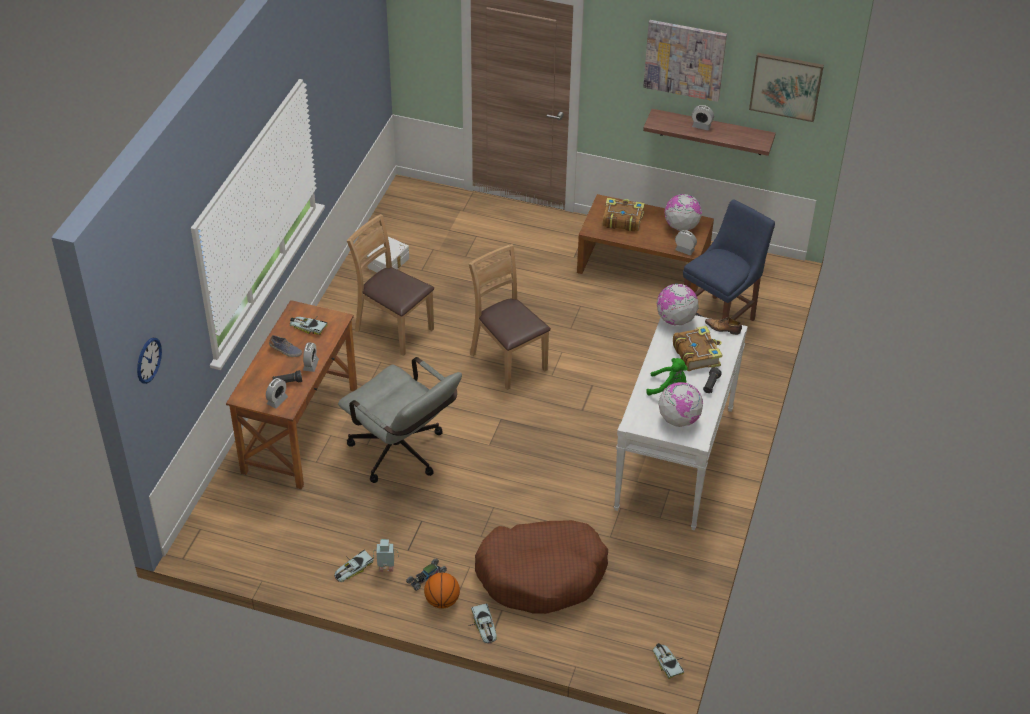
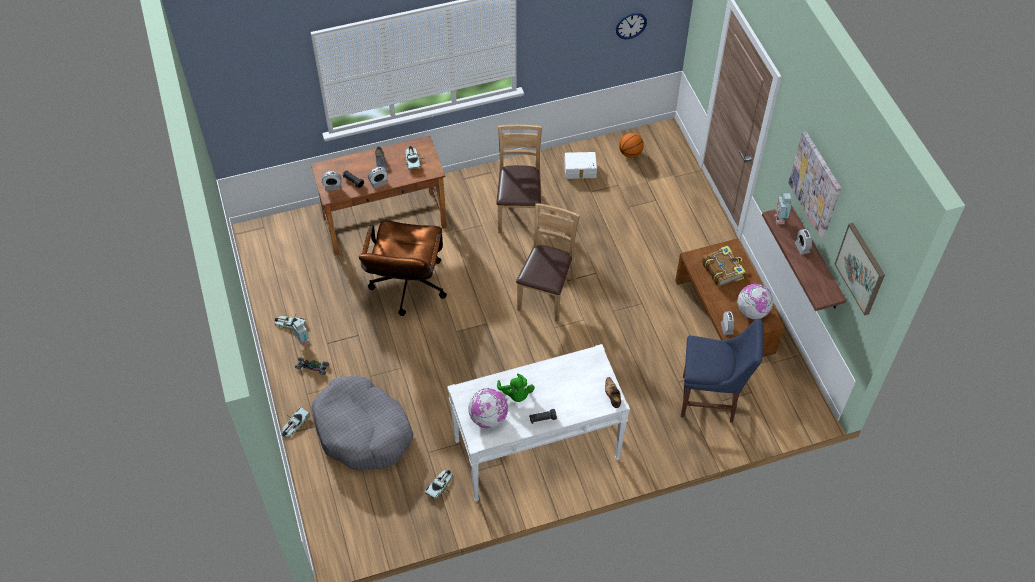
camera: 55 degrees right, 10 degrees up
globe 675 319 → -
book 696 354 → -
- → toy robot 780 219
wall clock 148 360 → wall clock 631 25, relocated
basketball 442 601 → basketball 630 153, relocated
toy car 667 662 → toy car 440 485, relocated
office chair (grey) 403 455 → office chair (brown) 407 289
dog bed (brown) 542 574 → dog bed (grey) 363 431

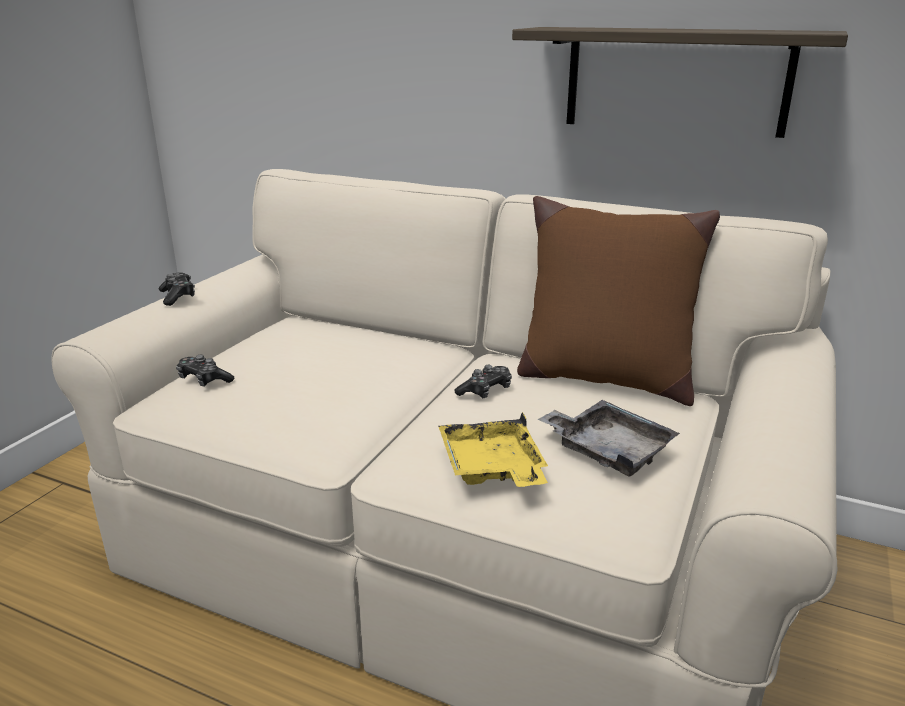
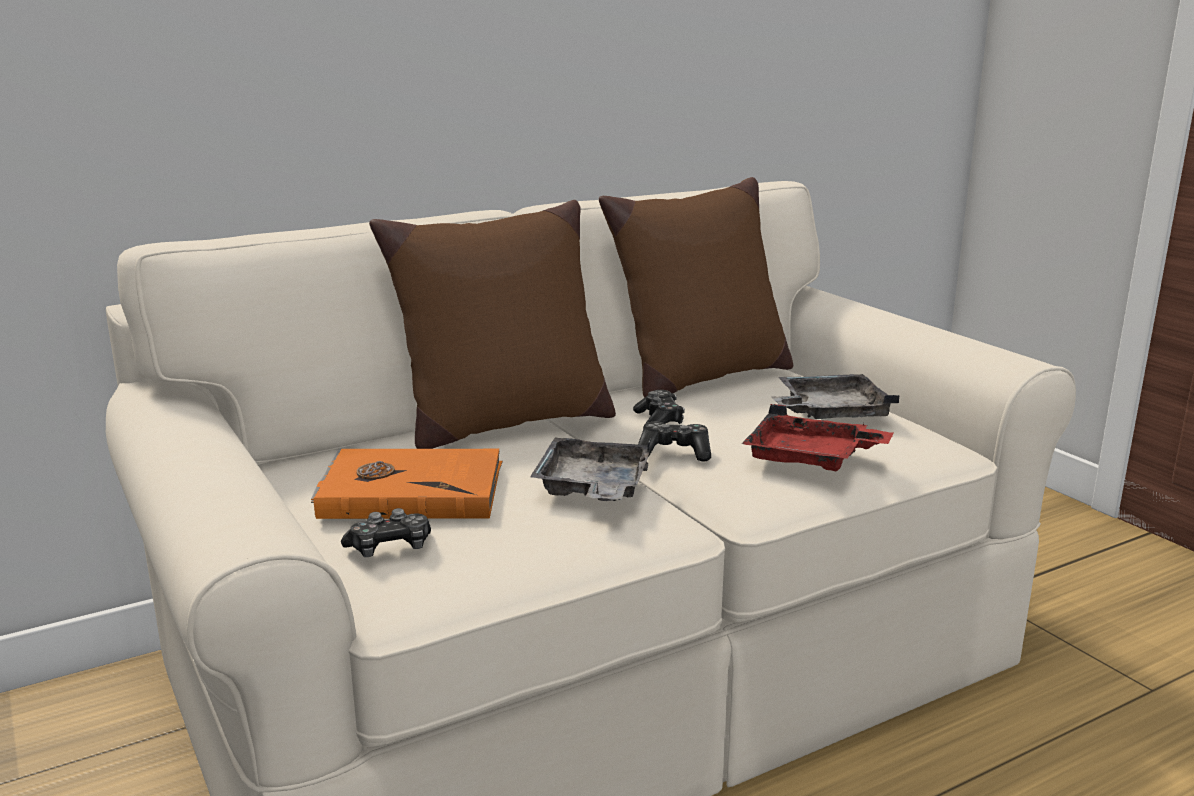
camera: 55 degrees left, 5 degrees down
shelf 675 80 → -
- → book (orange) 411 490
- → pillow (brown) 503 424
- → tray (grey) 593 488
game controller 178 296 → game controller 674 452, relocated
tray (yellow) 492 468 → tray (red) 810 459

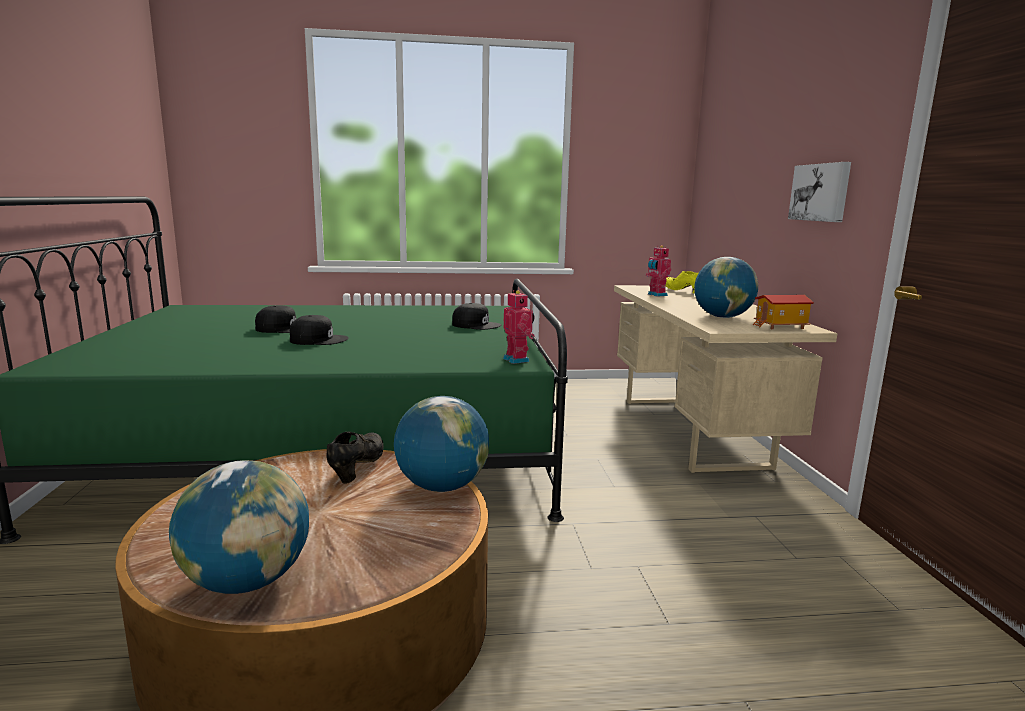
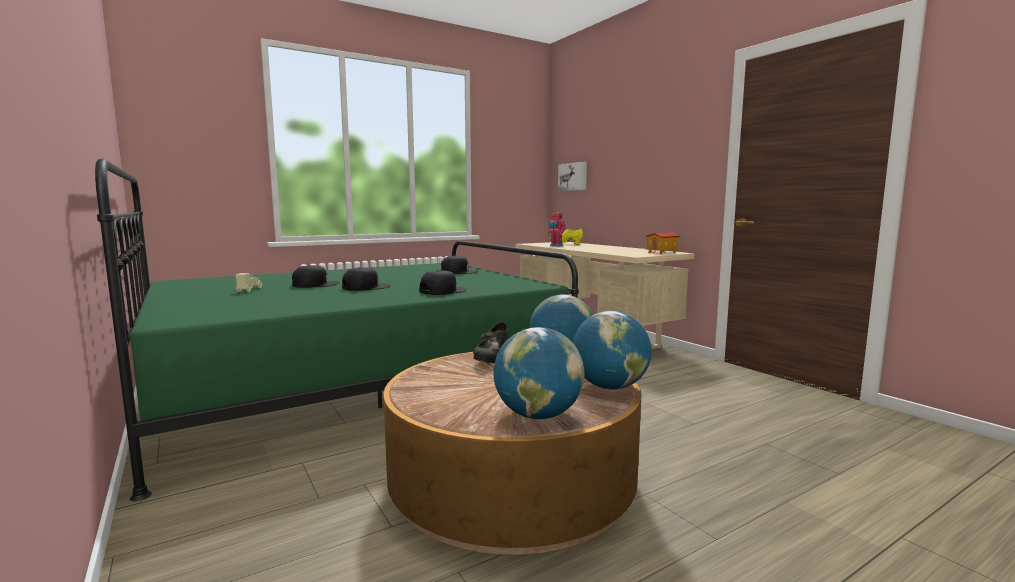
camera: 25 degrees left, 5 degrees down
toy robot 517 360 → -
- → toy car (beige) 249 290
- → cap (black) 442 291
globe 722 317 → globe 609 387, relocated
picture 821 192 → picture 573 177, relocated
shoe (black) 357 468 → shoe (black) 491 360, 150 degrees counterclockwise

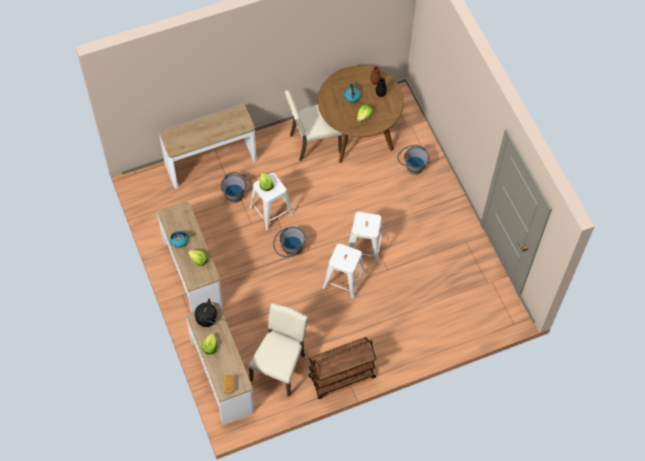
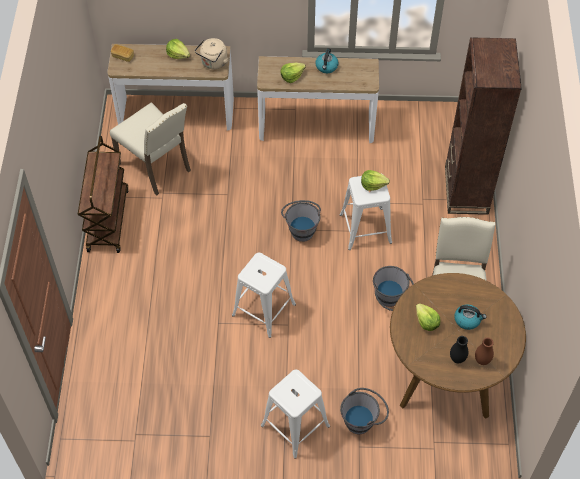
camera: 115 degrees right, 5 degrees down
bucket (grey) 237 193 → bucket (grey) 391 301, relocated
stool (white) 343 280 → stool (white) 295 425, relocated
console table 211 163 → bookcase (brown) 466 190
kettle (black) 208 318 → kettle (beige) 213 63

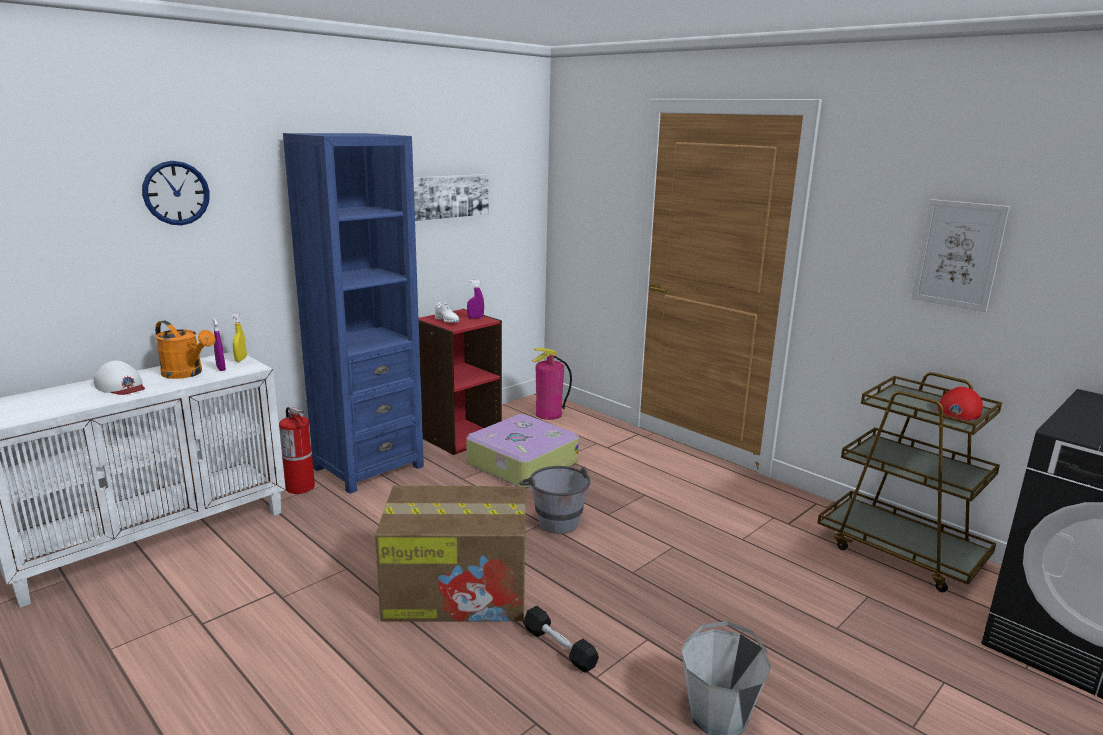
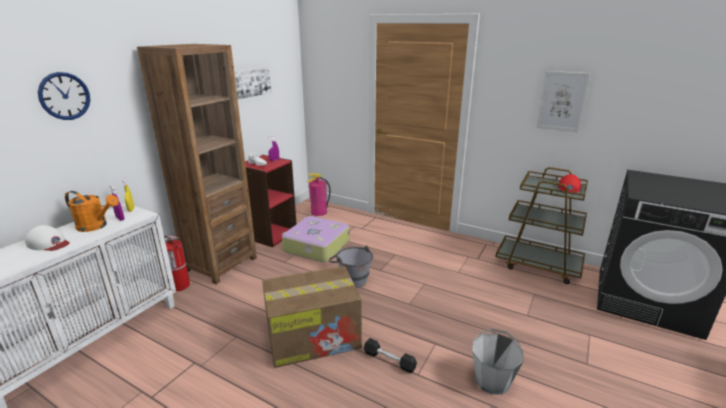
camera: 15 degrees left, 5 degrees up
bookcase (blue) 368 467 → bookcase (brown) 220 264

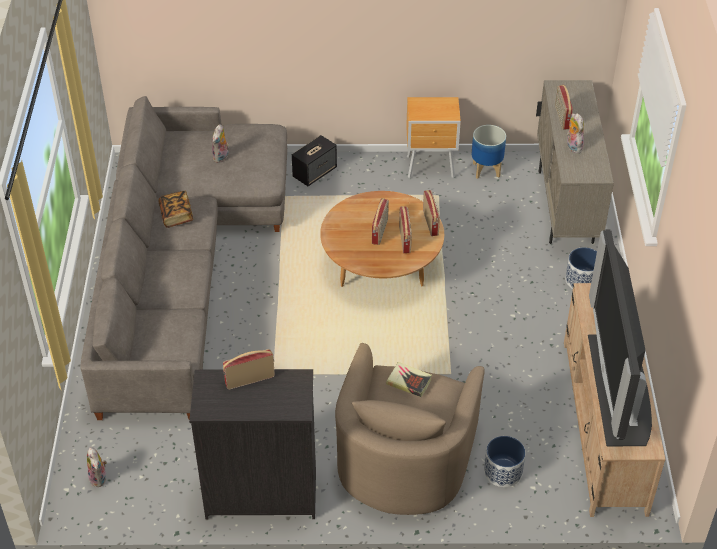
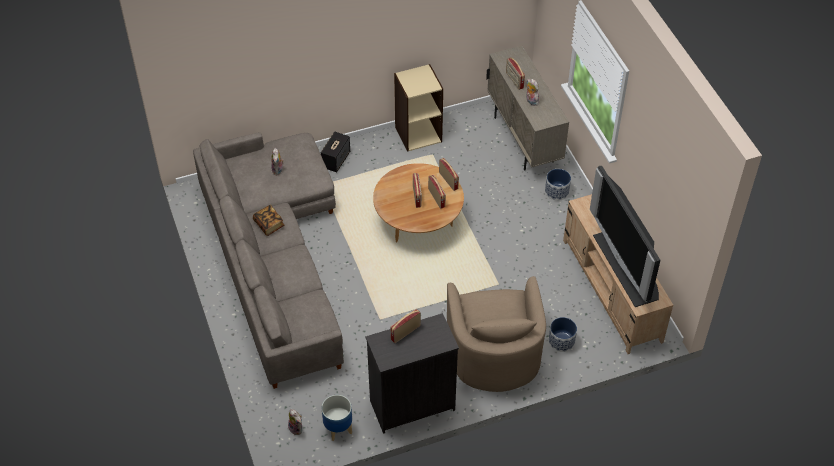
camera: 20 degrees left, 5 degrees up
book 409 382 → -
planter 485 170 → planter 337 429, relocated
nightstand (brown) 431 168 → bookcase (beige) 418 134

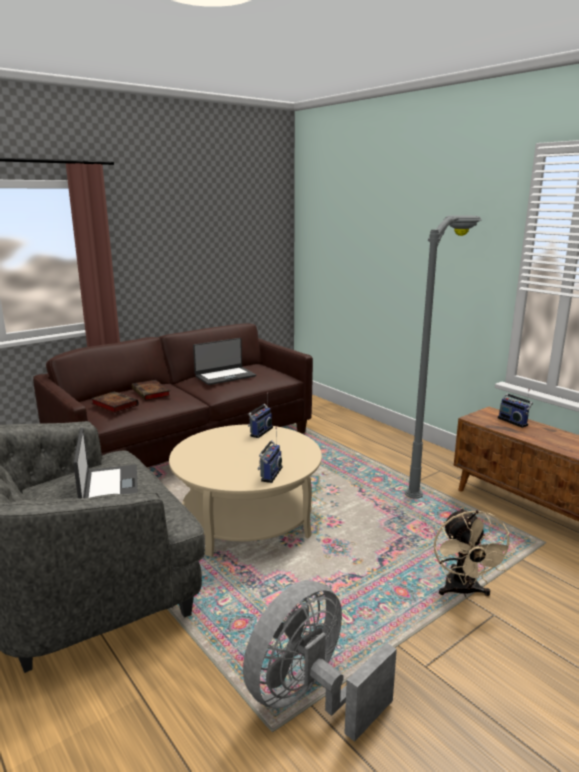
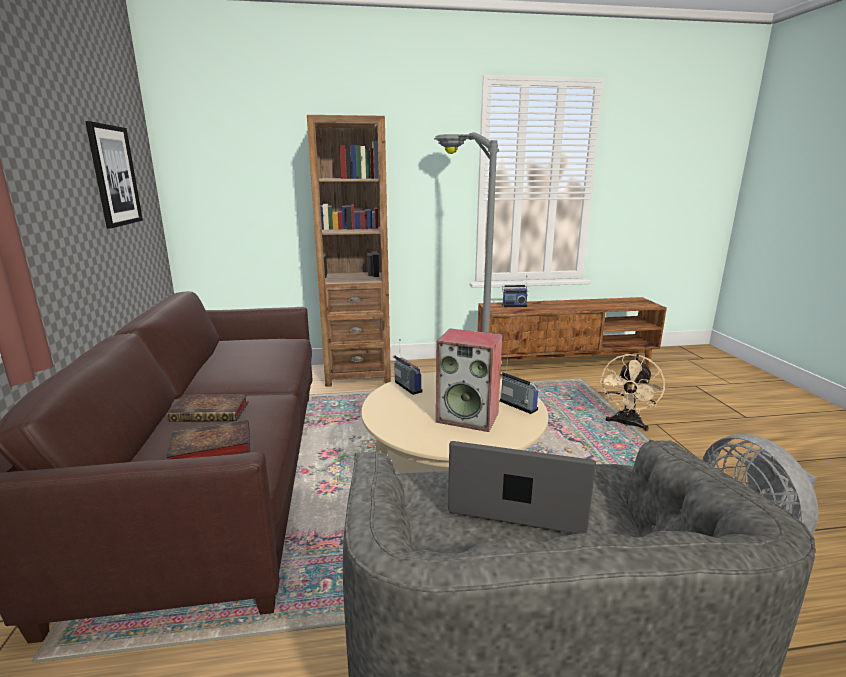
camera: 60 degrees left, 0 degrees up
laptop 225 376 → -
- → picture 114 176
- → bookcase (brown) 357 374
- → speaker 468 417
fan (beige) 463 592 → fan (beige) 626 424, 90 degrees clockwise

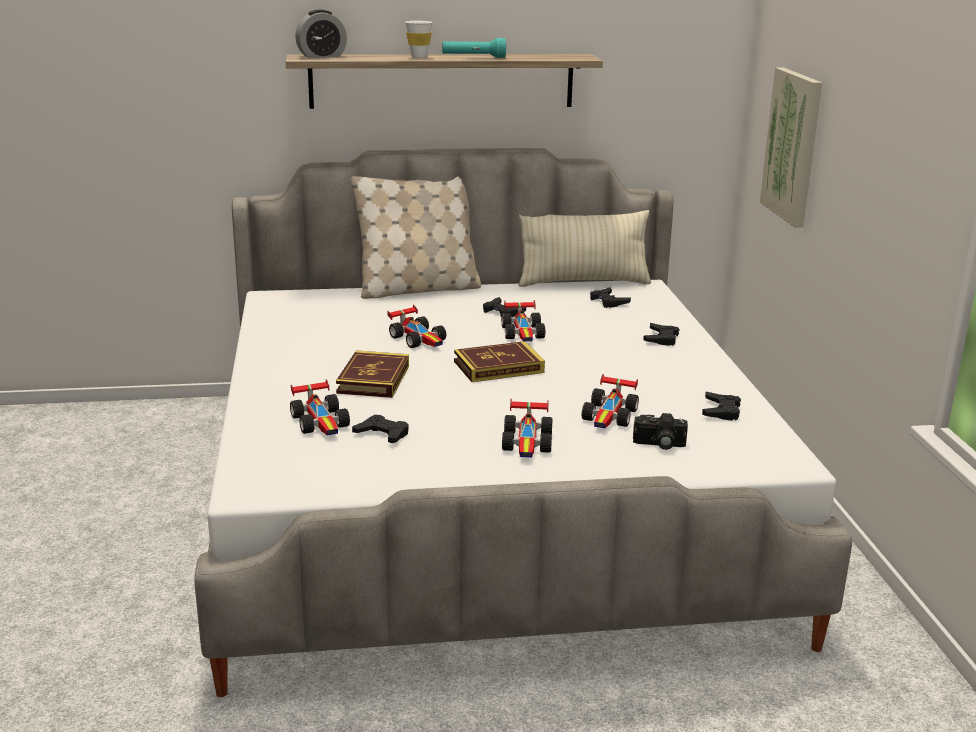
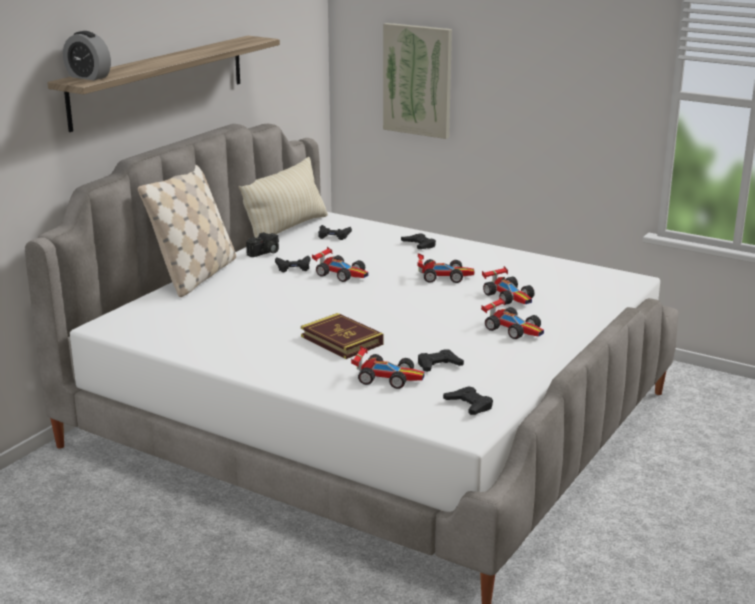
camera: 50 degrees left, 0 degrees up
cup (white) 419 57 → -
flashlight (turquoise) 473 57 → -
book 498 367 → -
toy car 419 339 → toy car 443 276, relocated
photo camera 659 444 → photo camera 265 253, relocated
game controller (black) 721 411 → game controller (black) 469 405, relocated
alarm clock 321 56 → alarm clock 88 77, 105 degrees clockwise

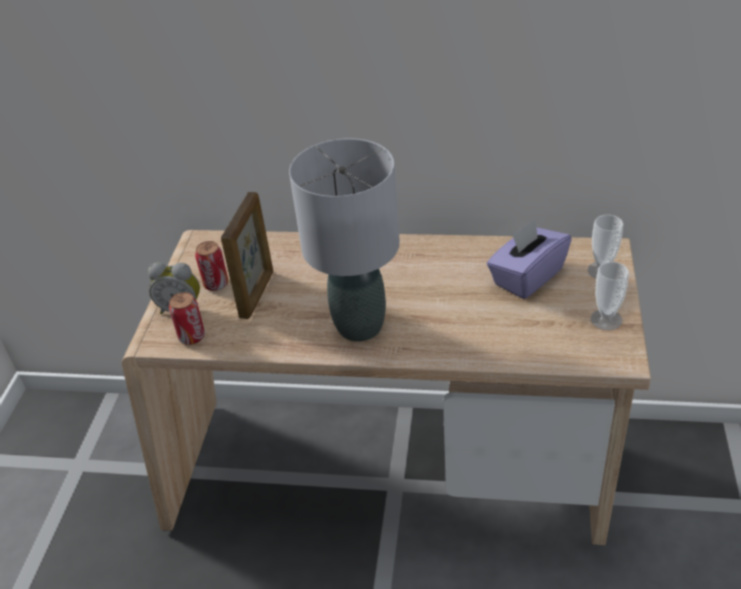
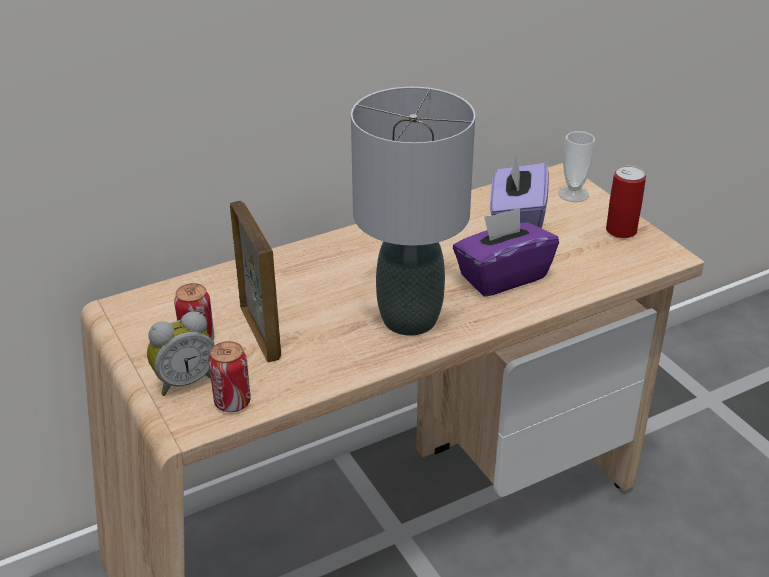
camera: 40 degrees left, 5 degrees down
- → tissue box (purple) 502 276
cup 606 320 → can 621 230

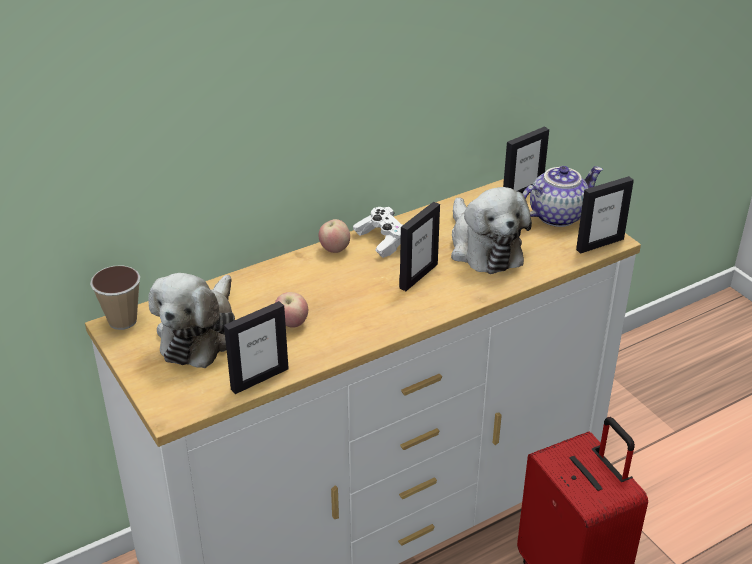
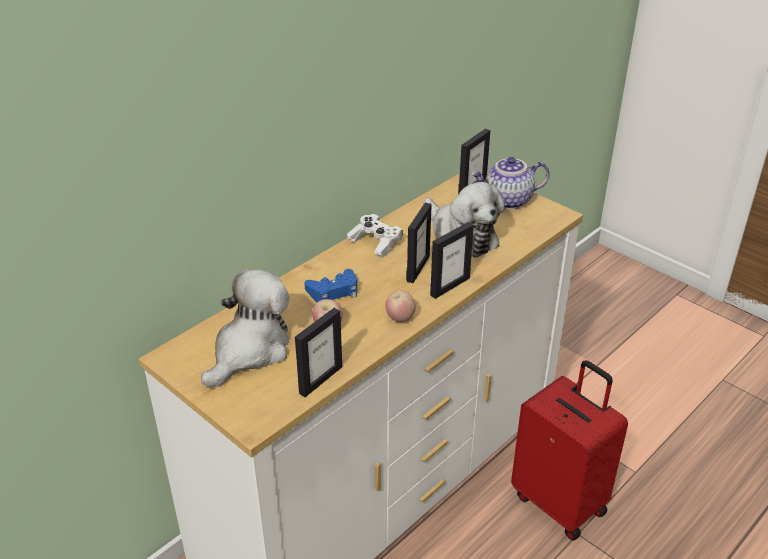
camera: 15 degrees left, 0 degrees up
cup 122 321 → -
- → game controller (blue) 333 292
apple 334 249 → apple 400 318, relocated
picture frame 599 244 → picture frame 449 286, relocated
plush toy 200 334 → plush toy 250 350, 150 degrees counterclockwise
teapot 557 215 → teapot 508 201, 150 degrees counterclockwise

